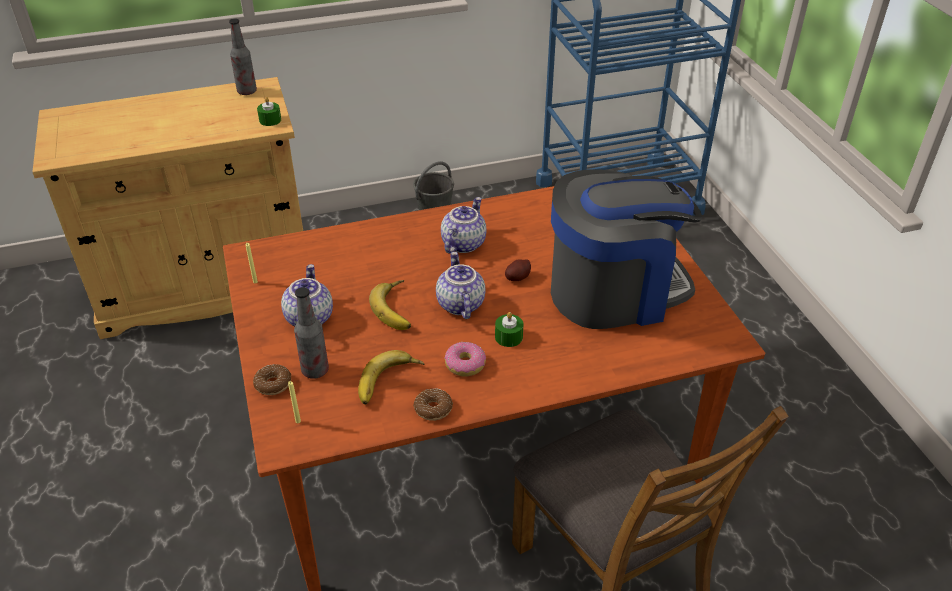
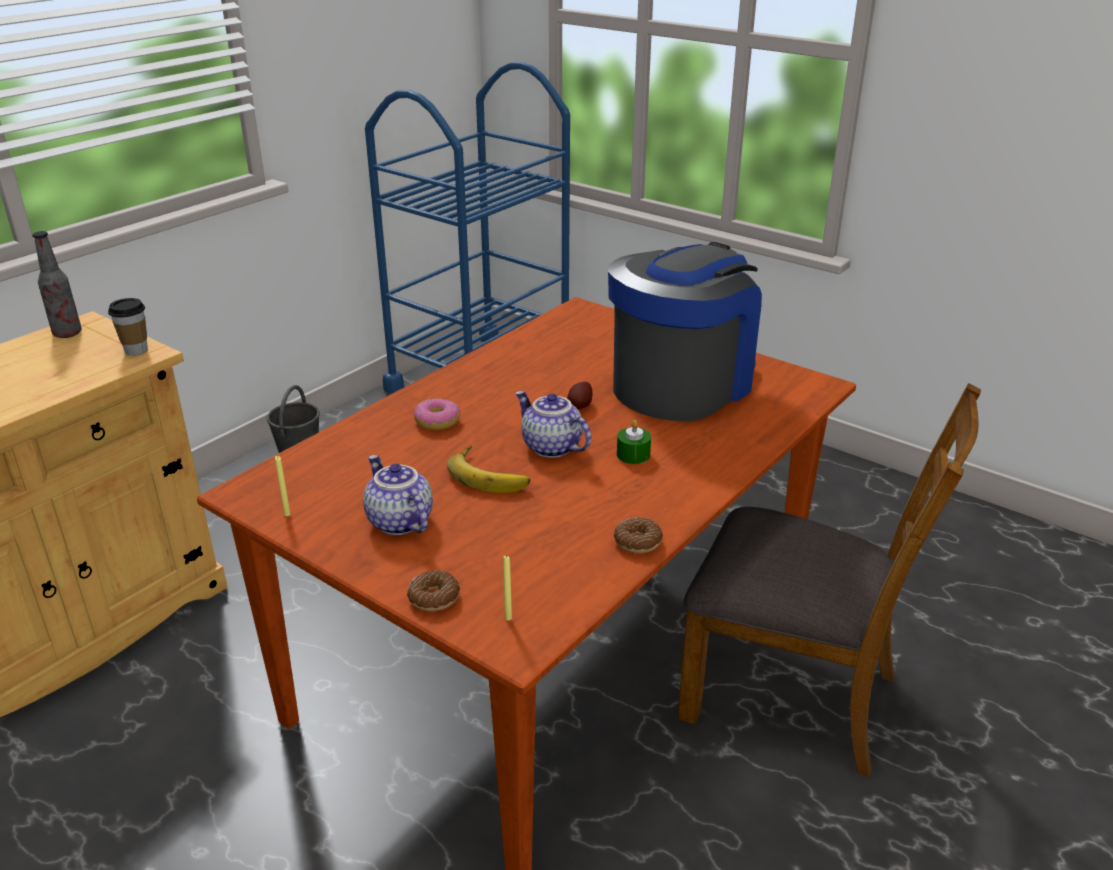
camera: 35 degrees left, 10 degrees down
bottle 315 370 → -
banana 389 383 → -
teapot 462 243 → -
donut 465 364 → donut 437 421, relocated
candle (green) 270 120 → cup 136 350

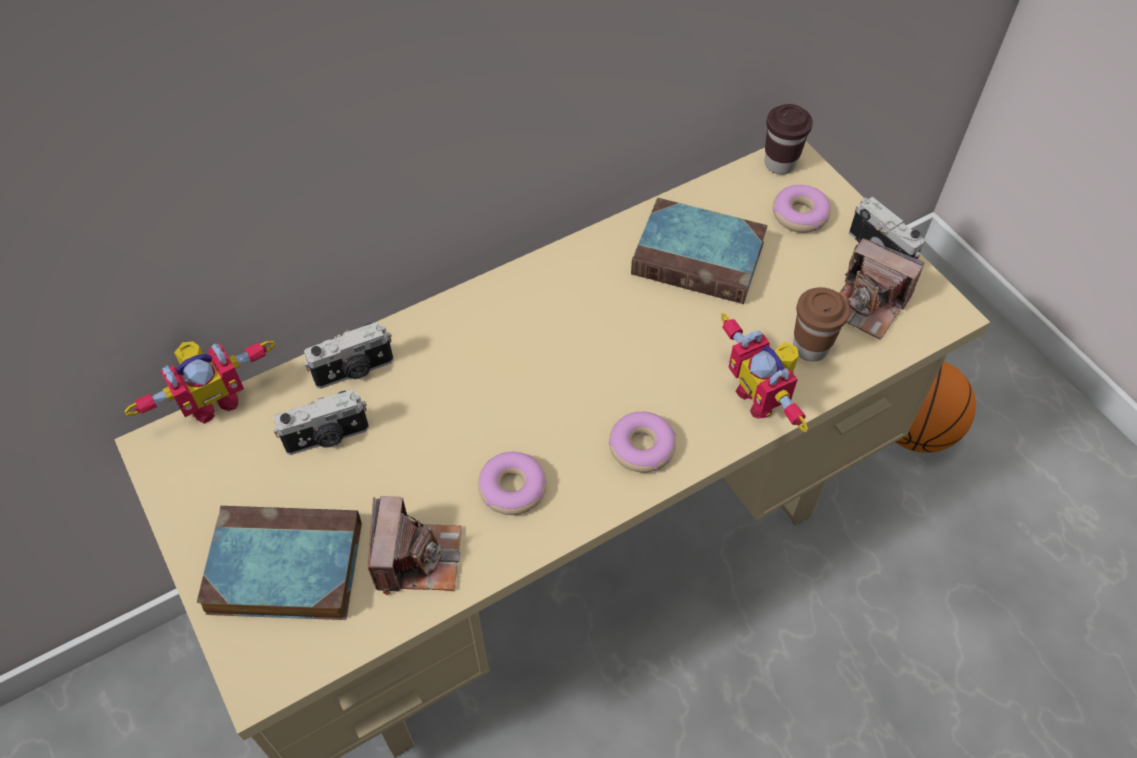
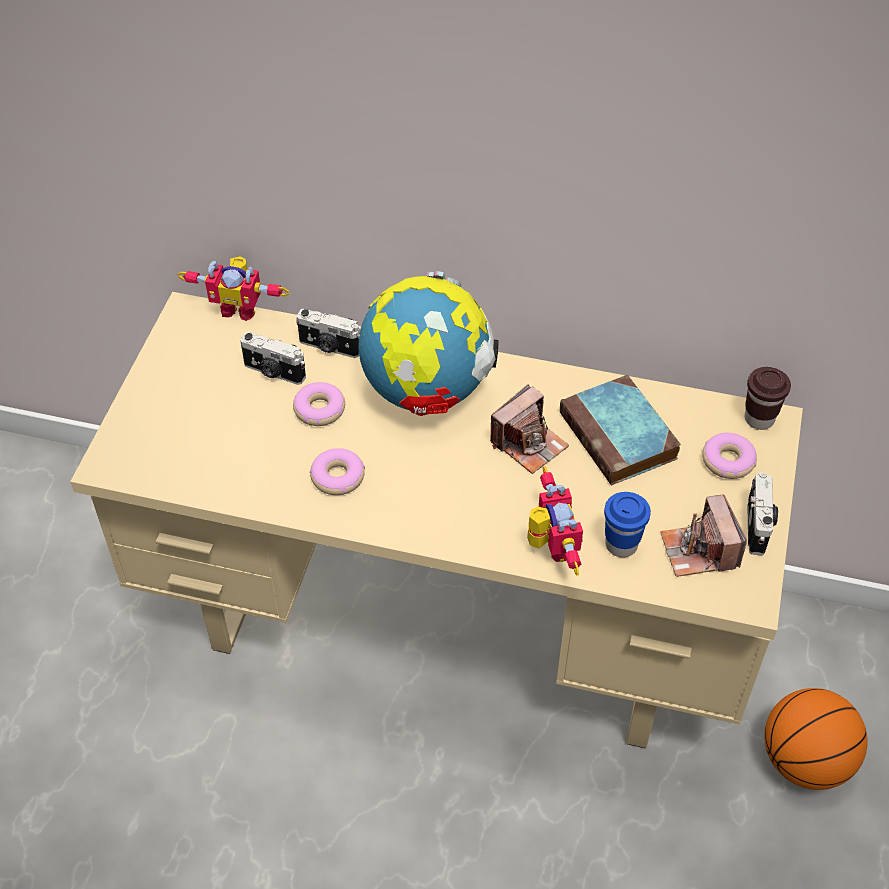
camera: 45 degrees right, 5 degrees down
book 281 569 → -
- → globe 427 392
photo camera 417 557 → photo camera 528 443, relocated
donut 642 447 → donut 319 410, relocated
cup (brown) 810 348 → cup (blue) 621 545
toy robot 762 397 → toy robot 549 547, 150 degrees clockwise

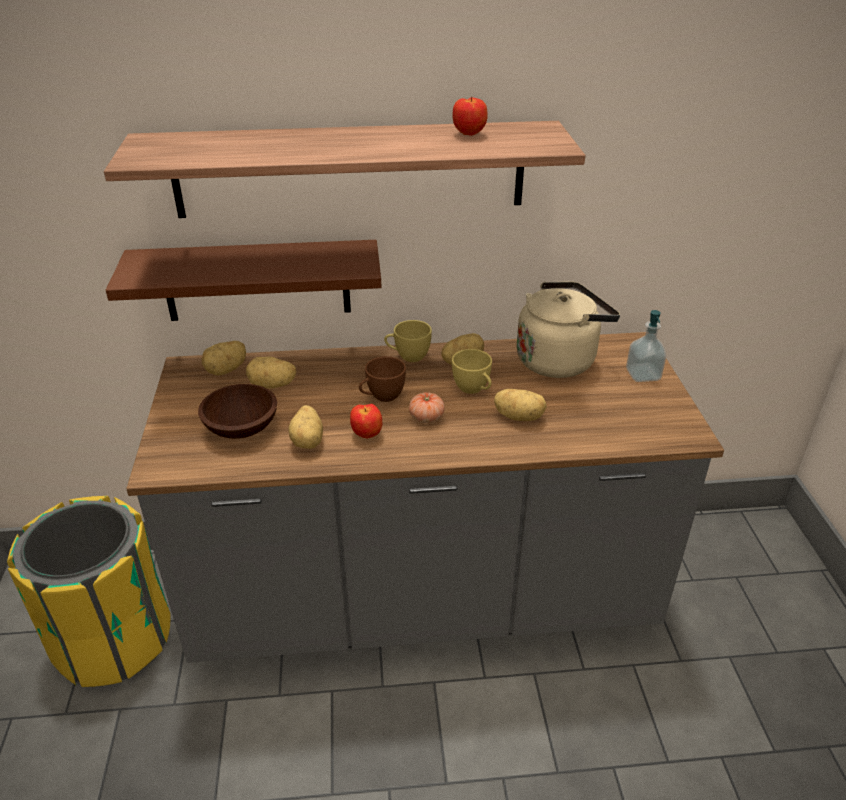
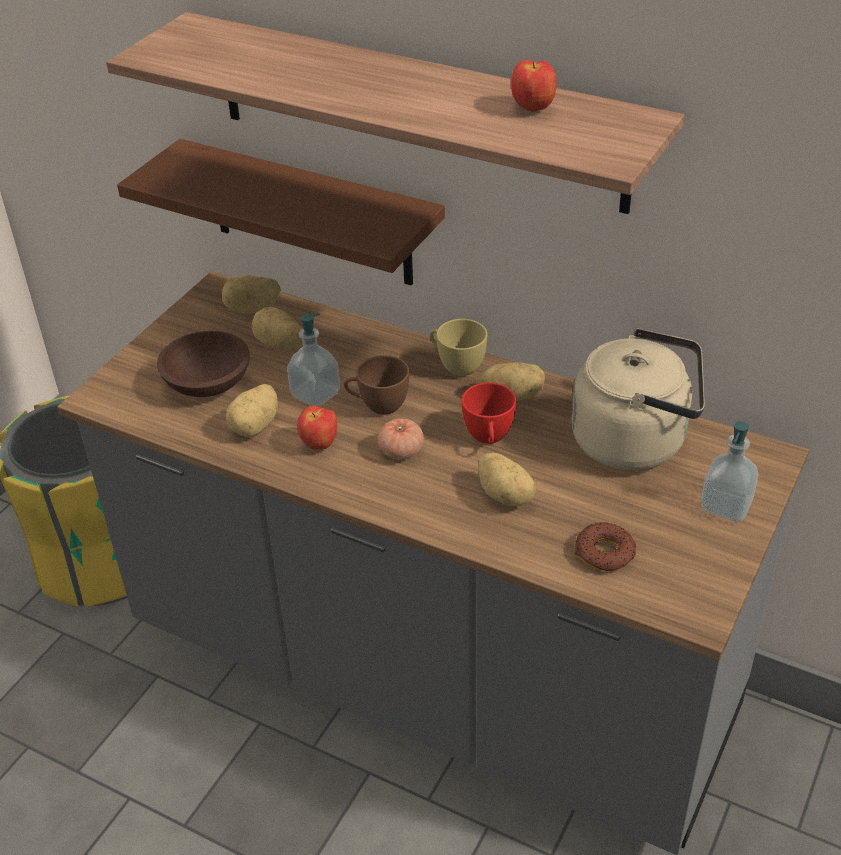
camera: 35 degrees right, 5 degrees up
- → soap dispenser 315 394
- → donut 604 553
cup (yellow) 473 390 → cup (red) 489 438

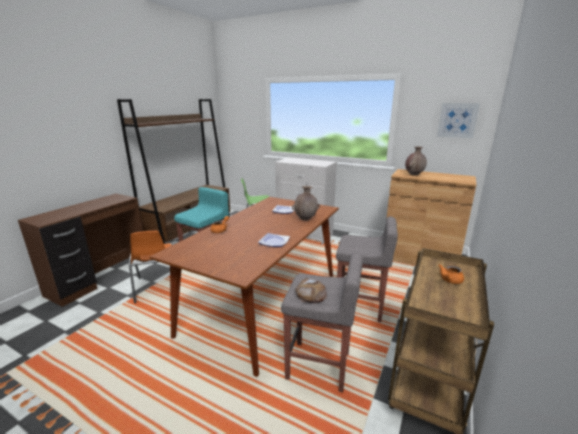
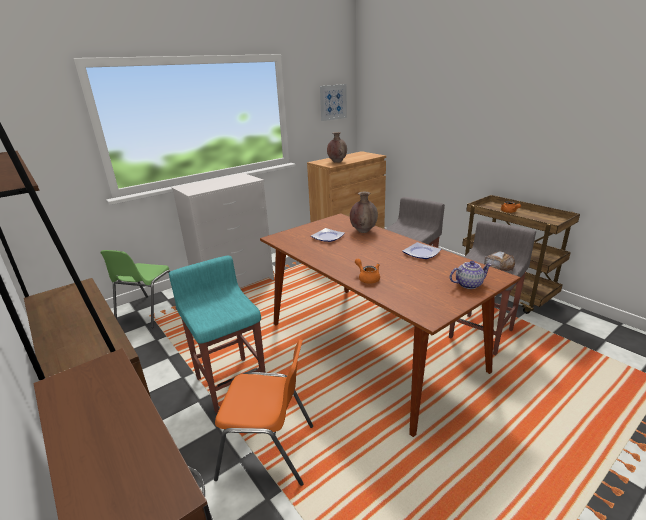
camera: 65 degrees left, 5 degrees up
- → teapot 468 284

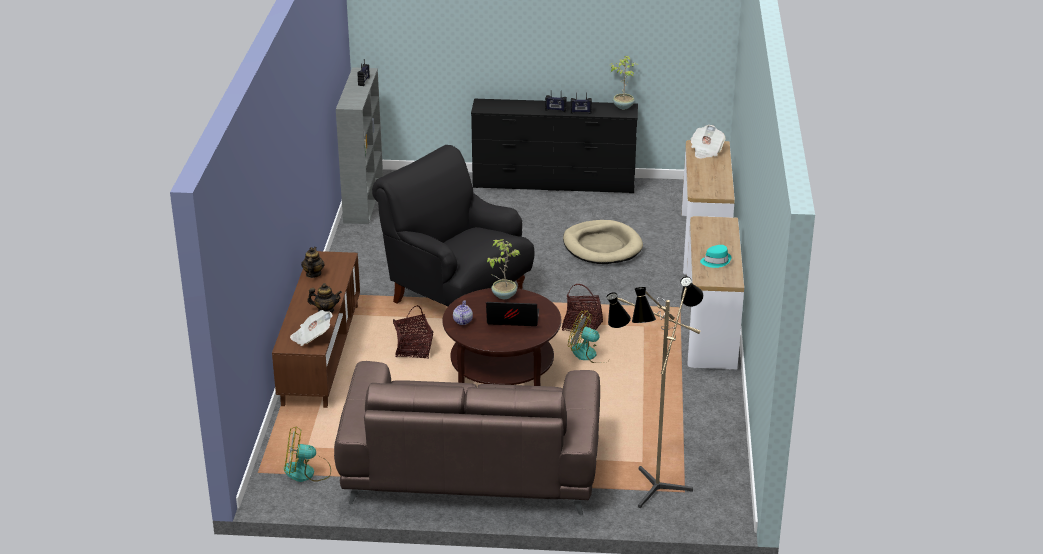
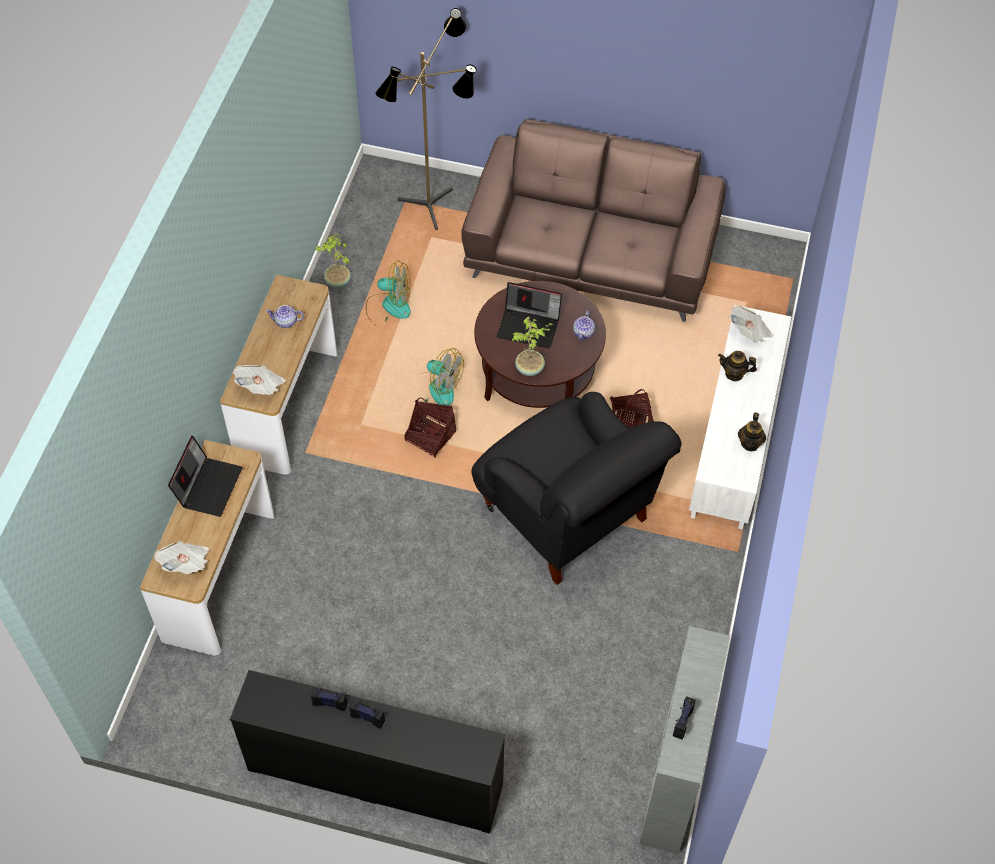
camera: 170 degrees left, 25 degrees up
dog bed (beige) 602 246 → -
- → laptop 208 486
- → newspaper 261 387
fan 307 472 → fan 389 306, relocated
potted plant 623 106 → potted plant 337 282, relocated
hat (turquoise) 715 261 → teapot 286 322
tv stand (brown) 321 354 → tv stand (white) 734 437

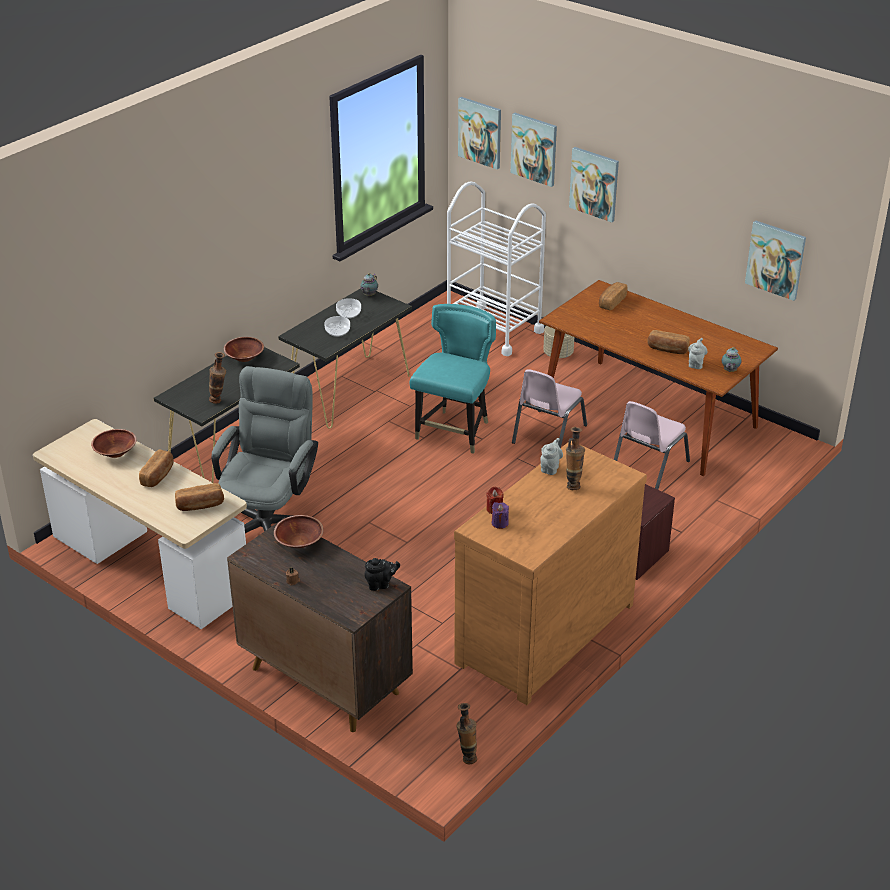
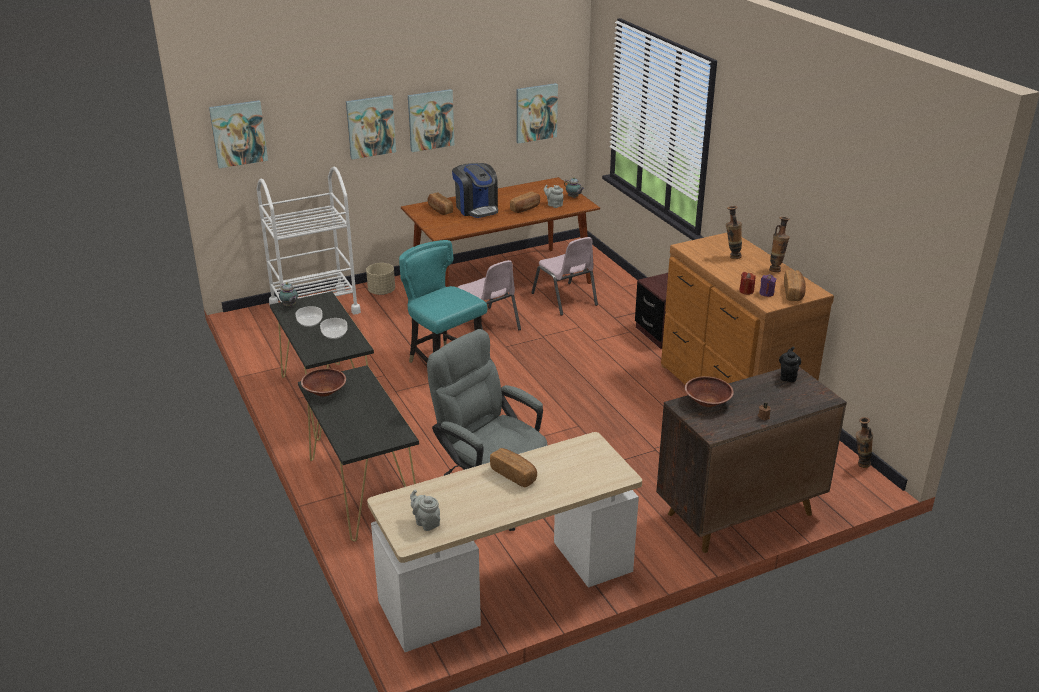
camera: 65 degrees left, 5 degrees down
bowl (brown) 115 452 → -
- → coffee machine 476 208
bread 200 505 → bread 793 293, relocated
vase 219 401 → vase 776 269, relocated
picture 534 149 → picture 430 120, relocated
teapot (grey) 550 468 → teapot (grey) 426 522, relocated

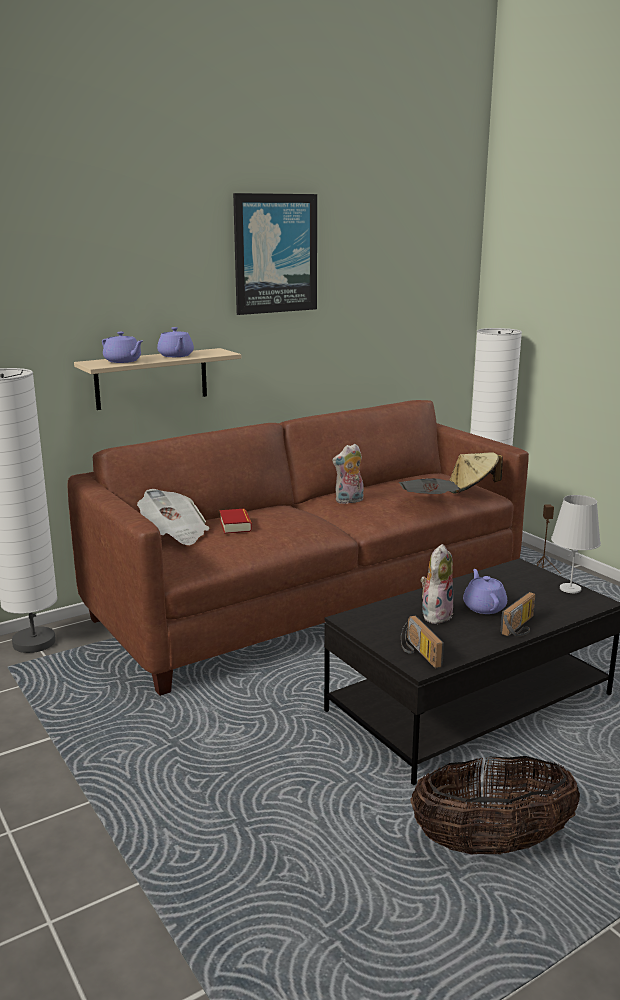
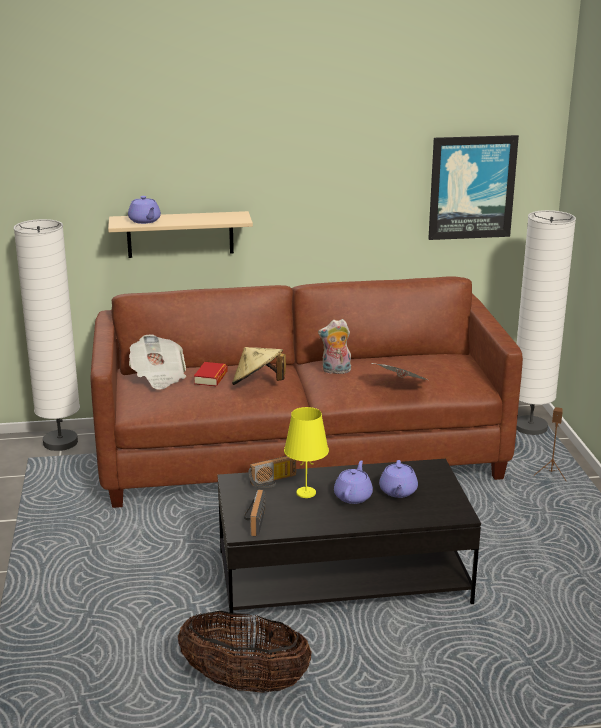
camera: 25 degrees right, 5 degrees up
table lamp (white) 570 588 → -
teapot (purple) 176 356 → teapot (purple) 398 491, relocated
picture 275 253 → picture 471 187, relocated
hat (beige) 472 490 → hat (beige) 258 384, relocated
radio 521 627 → radio 273 481, relocated
plush toy 435 614 → table lamp (yellow) 305 493

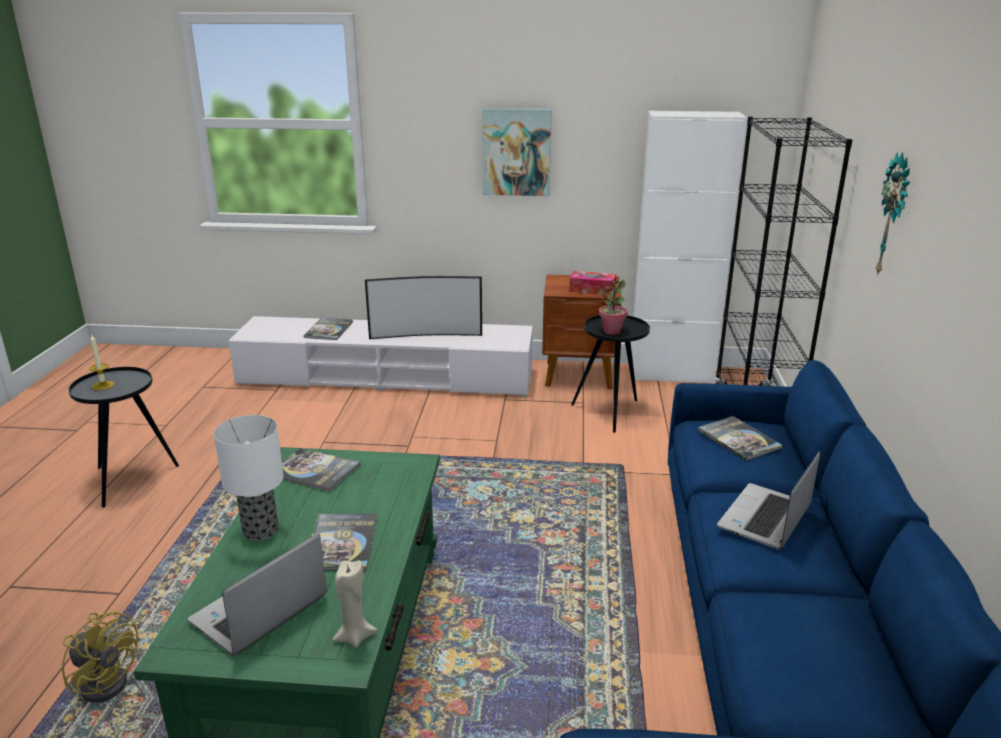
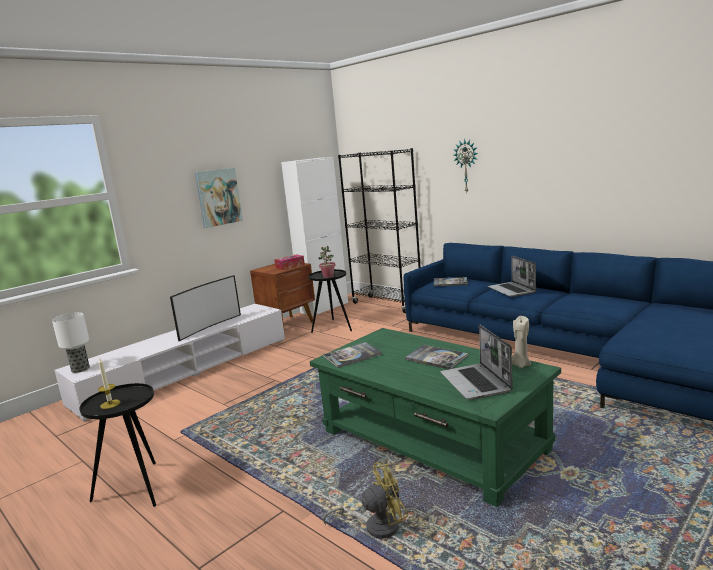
camera: 50 degrees left, 10 degrees down
book 329 330 → -
table lamp 260 531 → table lamp 80 369, relocated

